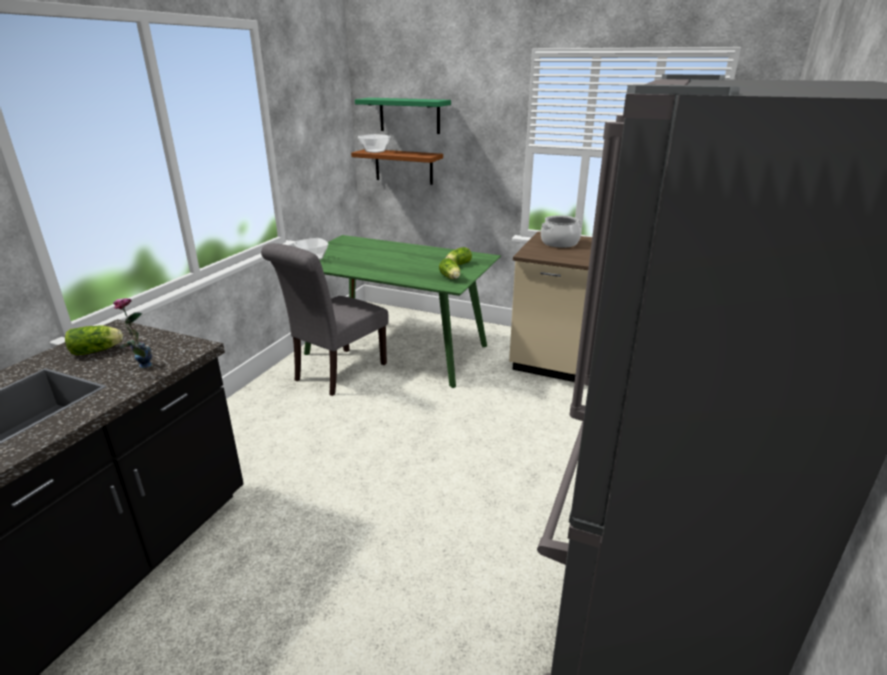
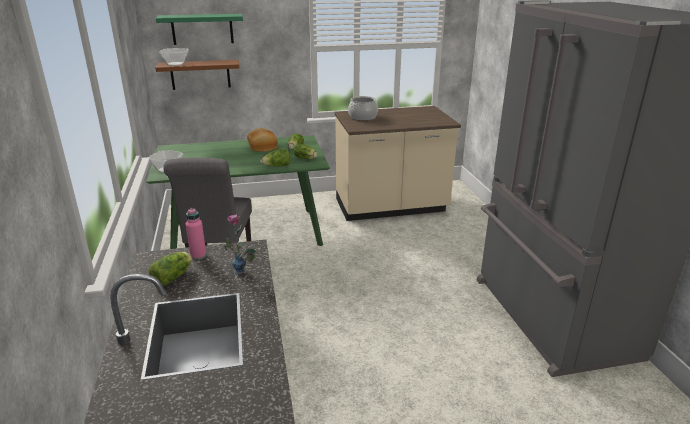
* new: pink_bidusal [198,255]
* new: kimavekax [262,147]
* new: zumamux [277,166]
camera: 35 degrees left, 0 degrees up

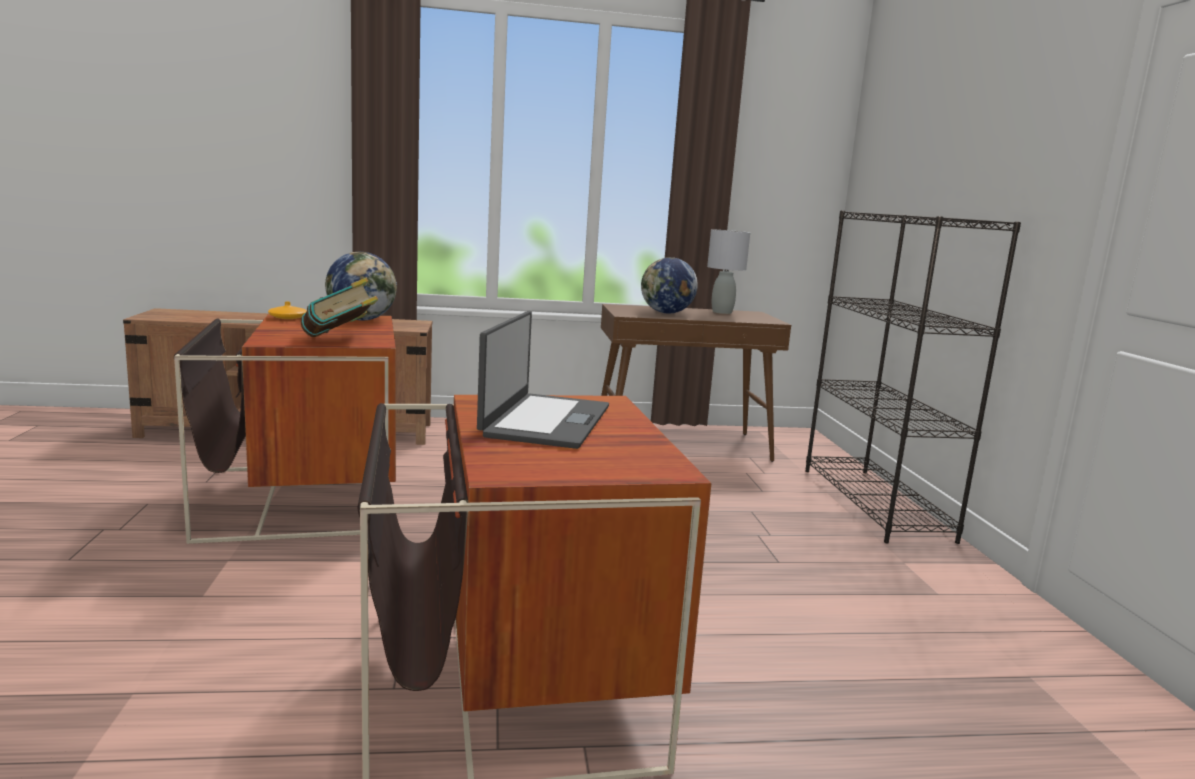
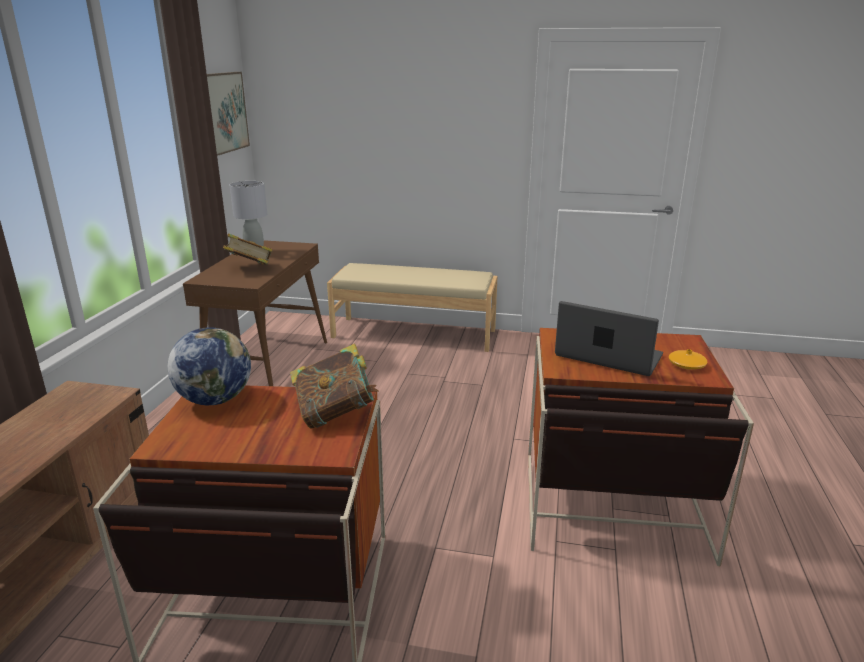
* new: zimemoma [223,112]
* shifted: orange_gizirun [288,318] to [686,365]
* swapped: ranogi [666,313] to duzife [250,269]
* swapped: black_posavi [875,504] to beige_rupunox [414,333]
camera: 70 degrees left, 10 degrees up

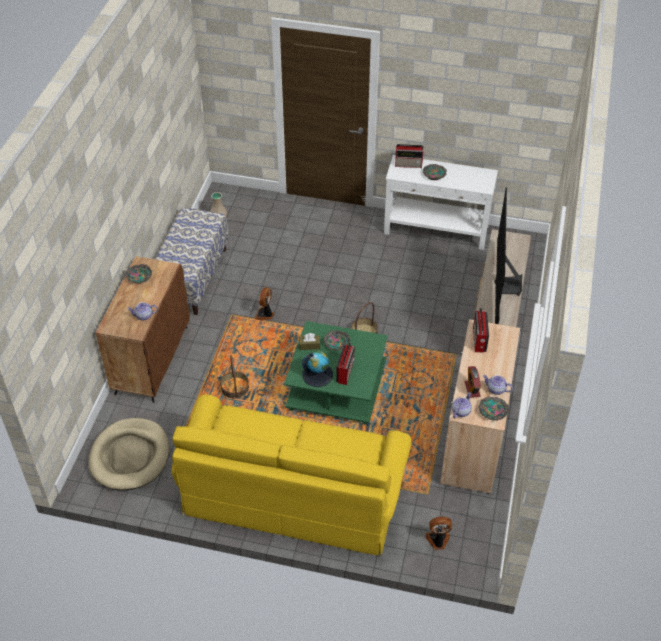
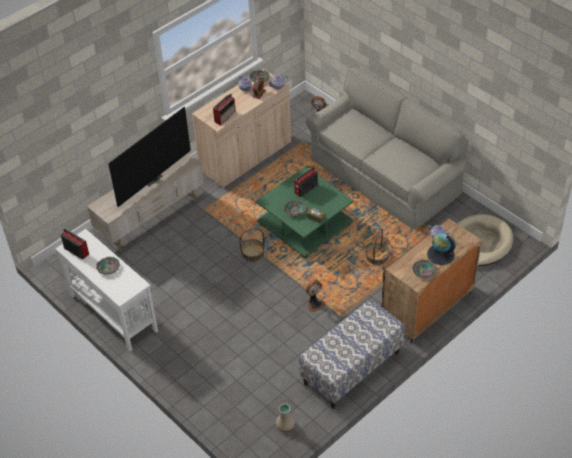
* shifted: ranogi [317,374] to [440,254]
* shifted: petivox [409,164] to [76,250]
* repainted: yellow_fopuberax [292,493] to grey_fopuberax [384,175]
camera: 145 degrees left, 0 degrees up

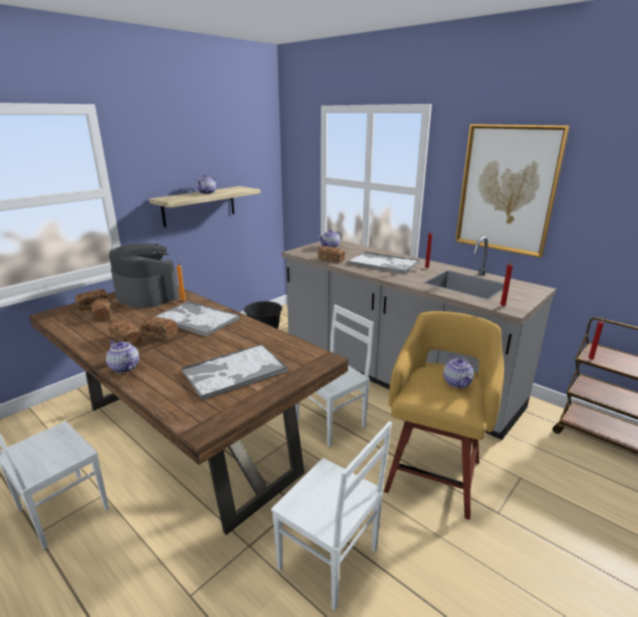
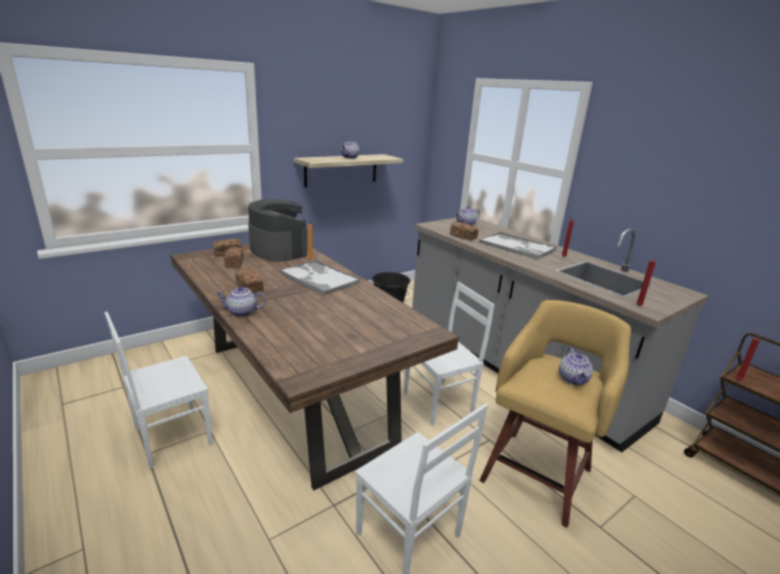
* gone: kimavekax [160,334]
* gone: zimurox [234,372]
* gone: zimemoma [507,189]
* rotated: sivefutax [124,367] = [241,312] 60 degrees counterclockwise
camera: 10 degrees right, 0 degrees up

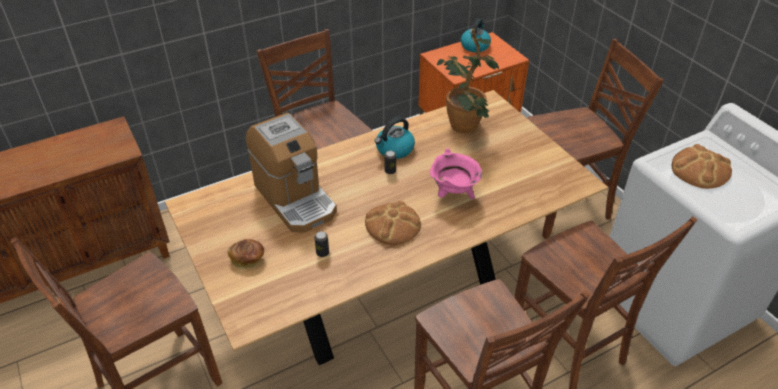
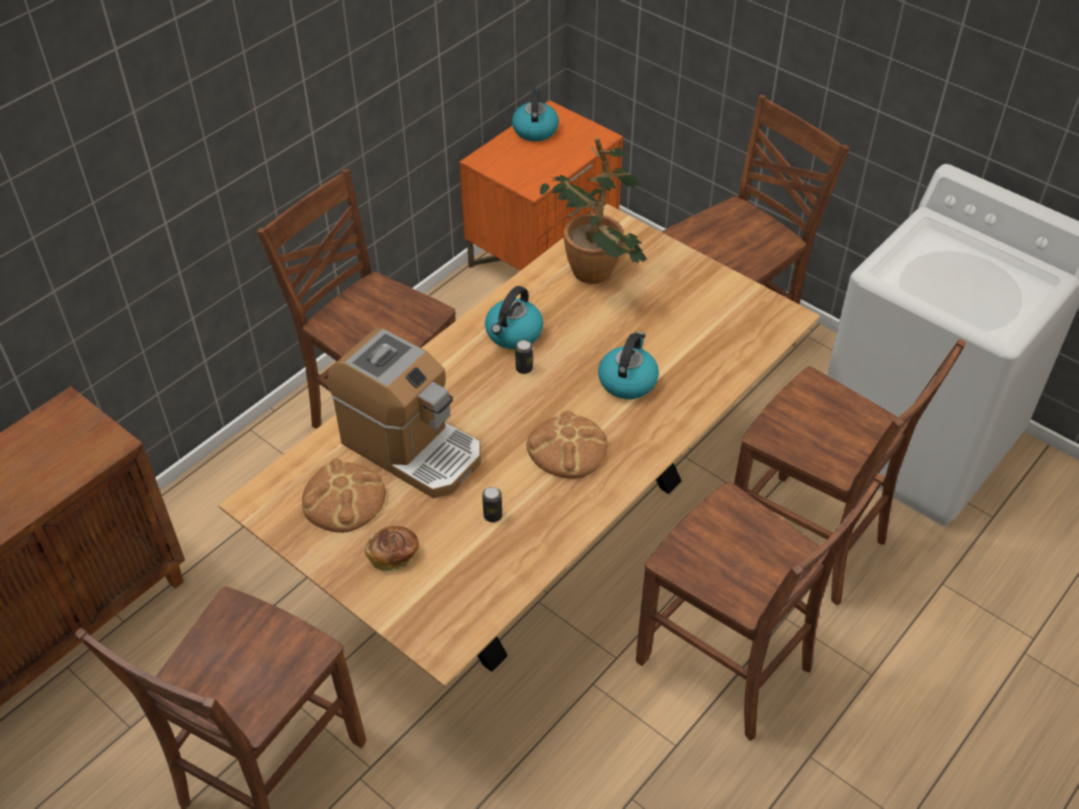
* shifted: kimavekax [700,170] to [343,499]
* swapped: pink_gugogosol [453,194] to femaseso [627,380]
camera: 20 degrees left, 5 degrees up

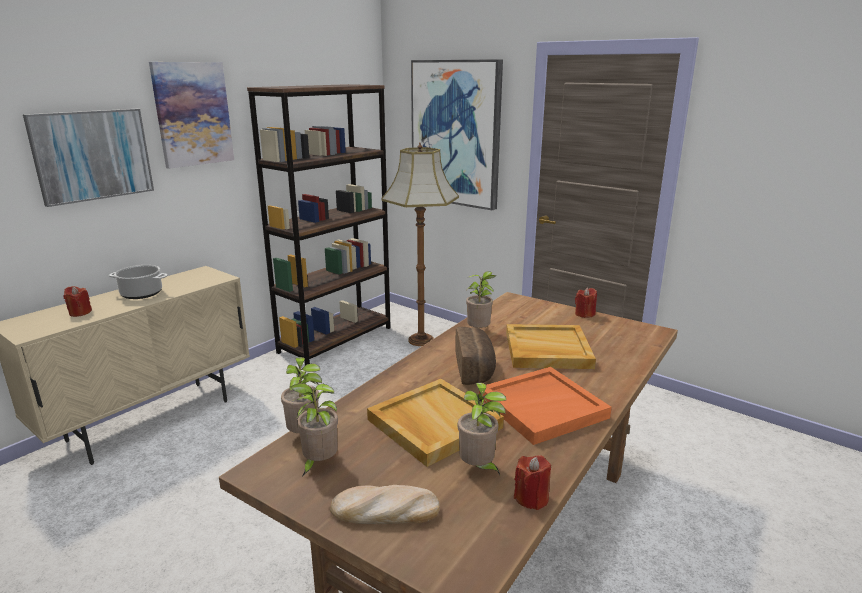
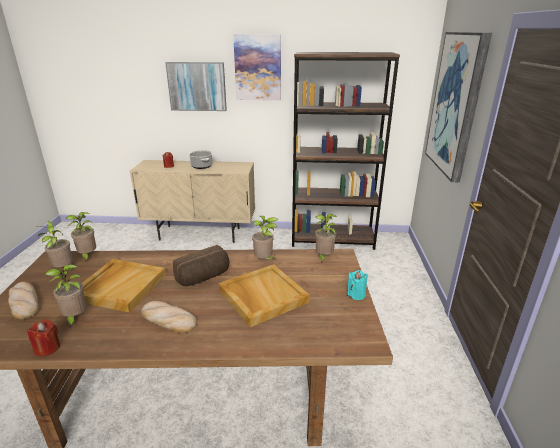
* gone: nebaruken [421,341]
* new: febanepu [323,257]
* swapped: orange_zimurox [542,407] to kimavekax [168,319]
* repainted: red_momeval [584,314] to turquoise_momeval [356,294]
camera: 55 degrees right, 5 degrees up

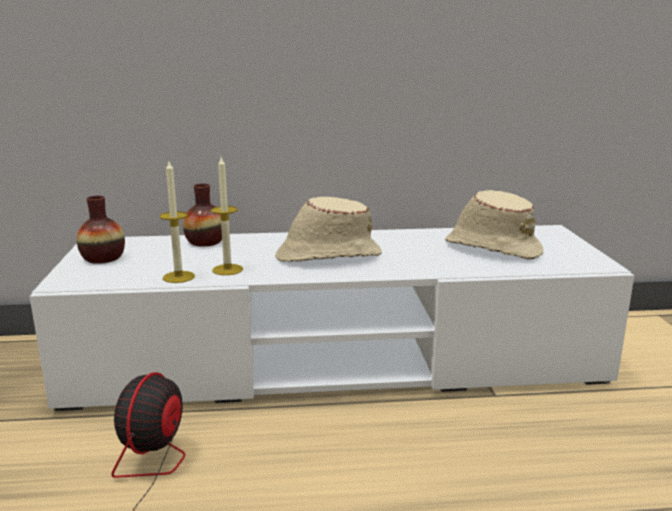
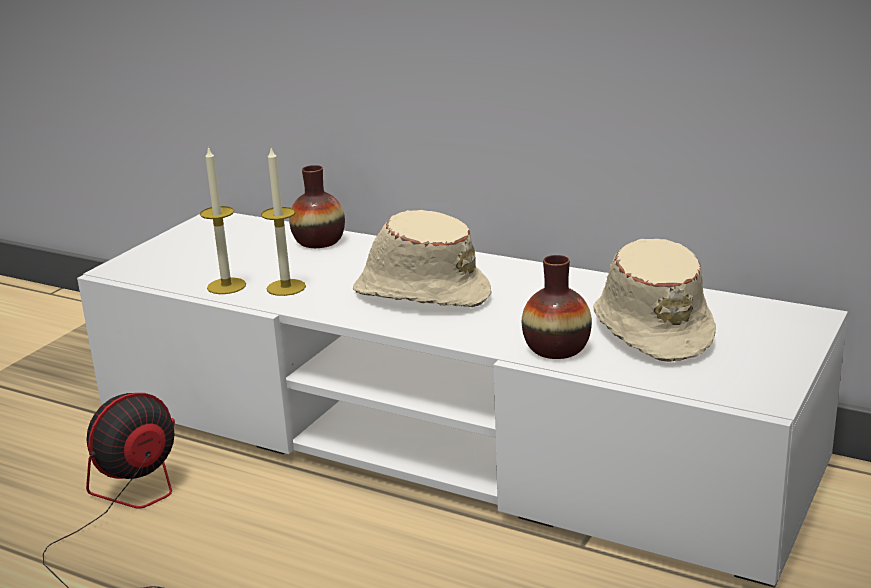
* shifted: gizirun [103,258] to [556,348]
camera: 35 degrees right, 5 degrees up

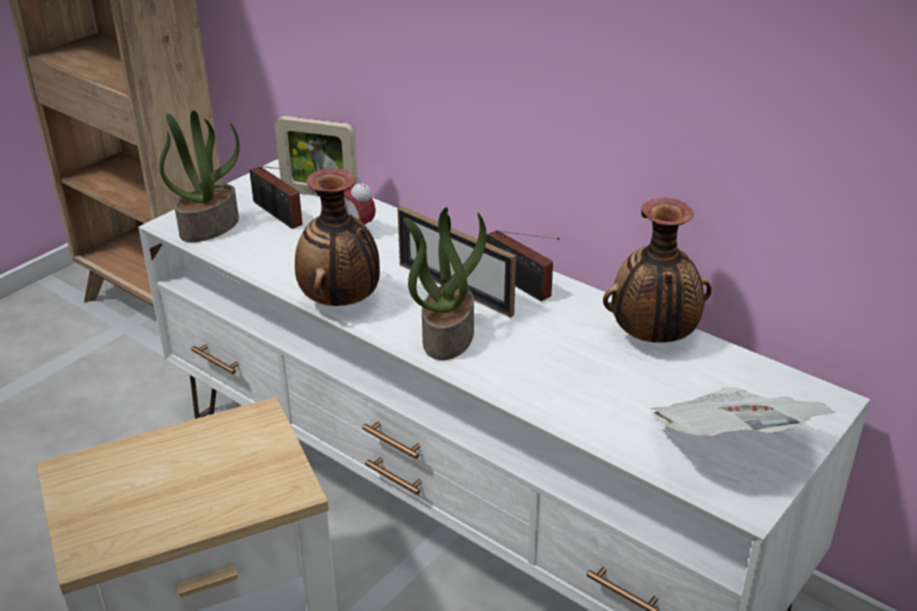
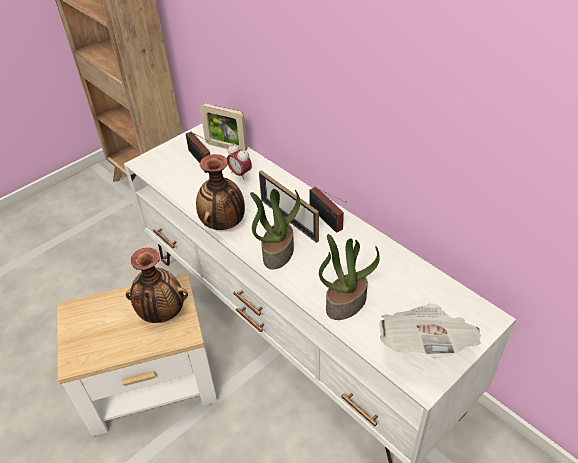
* shifted: febanepu [209,226] to [346,303]
* shifted: gizirun [653,337] to [161,313]
camera: 10 degrees right, 10 degrees up

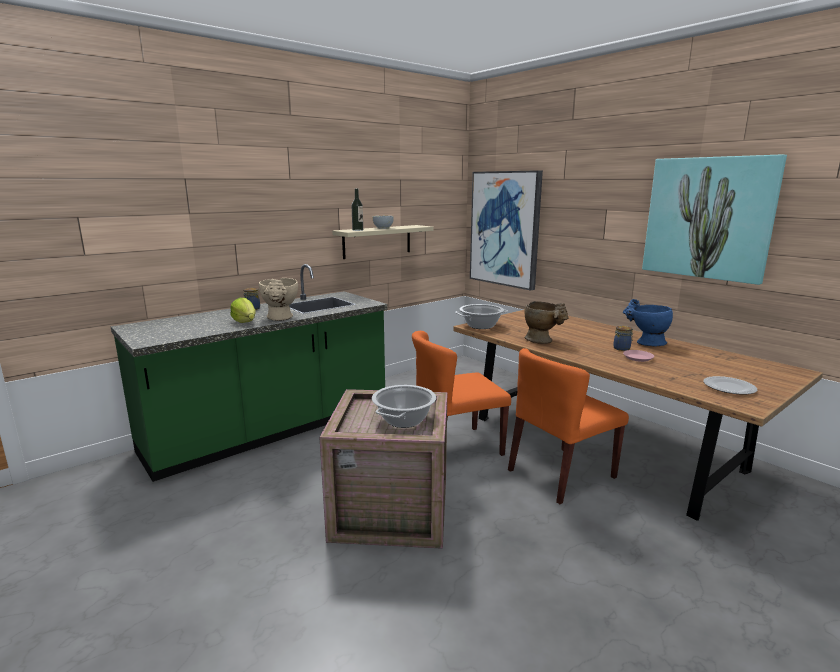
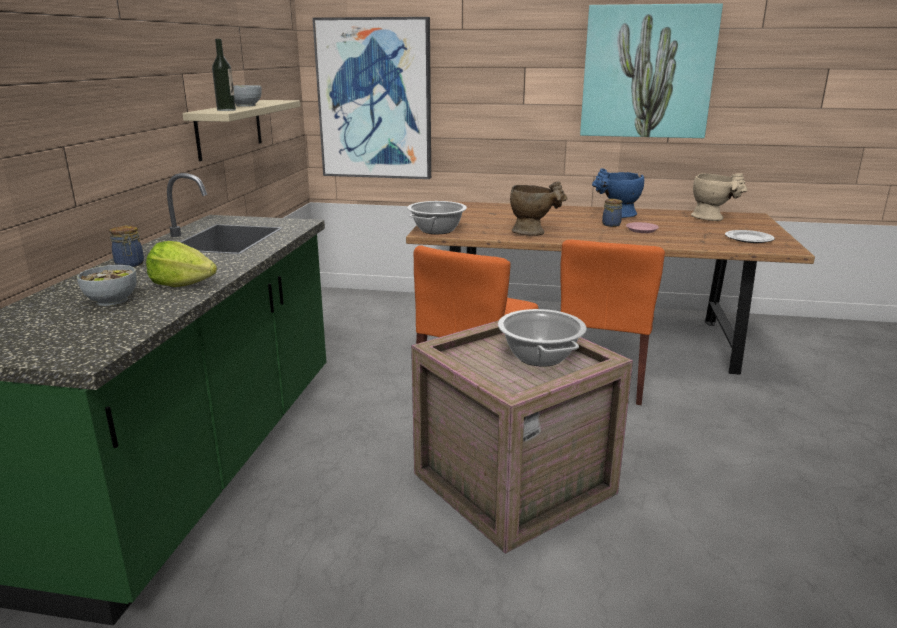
* new: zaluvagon [112,300]
* shifted: beige_gizirun [280,318] to [713,218]
camera: 40 degrees left, 5 degrees up

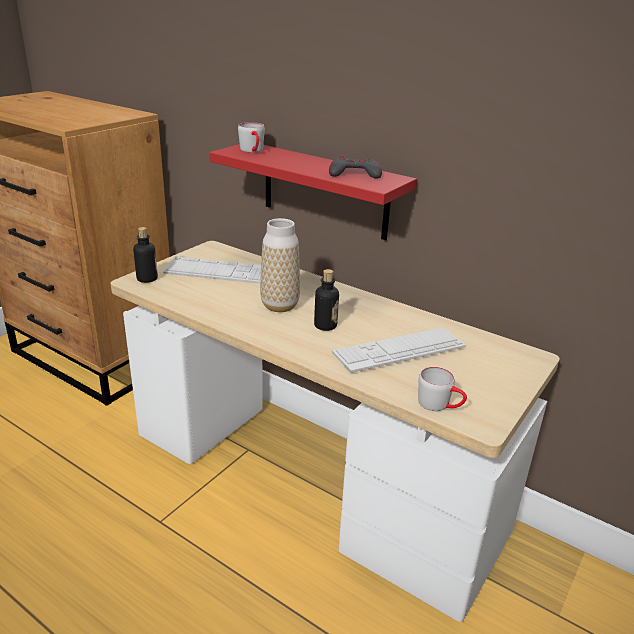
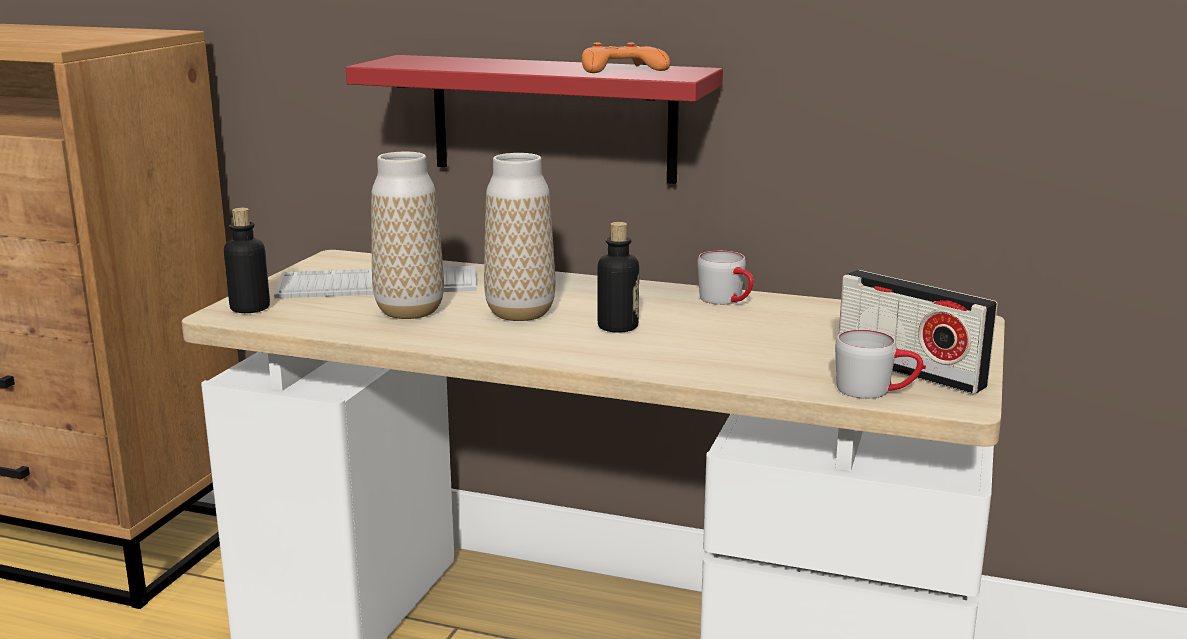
* gone: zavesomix [399,350]
* new: gizirun [409,311]
* new: petivox [910,371]
* shifted: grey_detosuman [253,151] to [727,301]
* repainted: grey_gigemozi [354,174] to orange_gigemozi [621,69]
camera: 15 degrees left, 10 degrees down

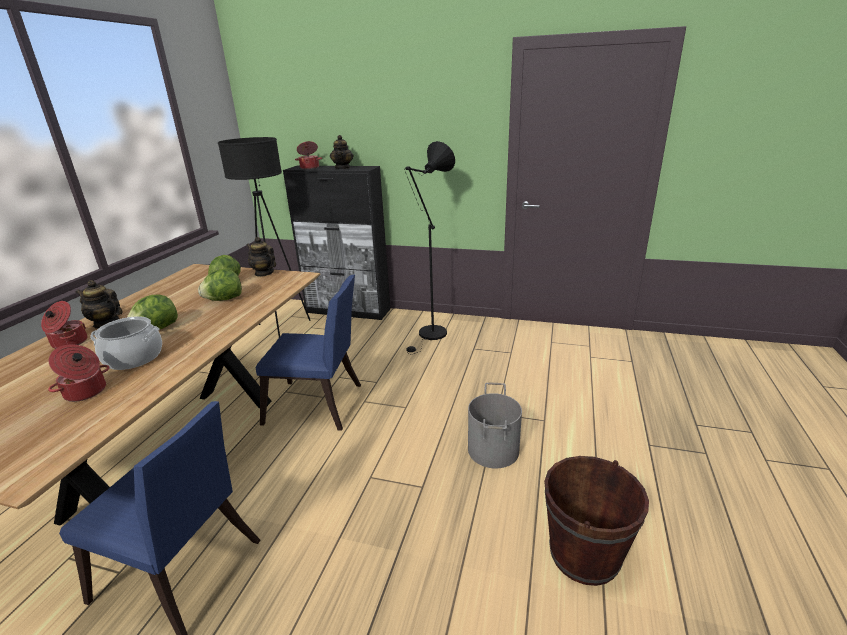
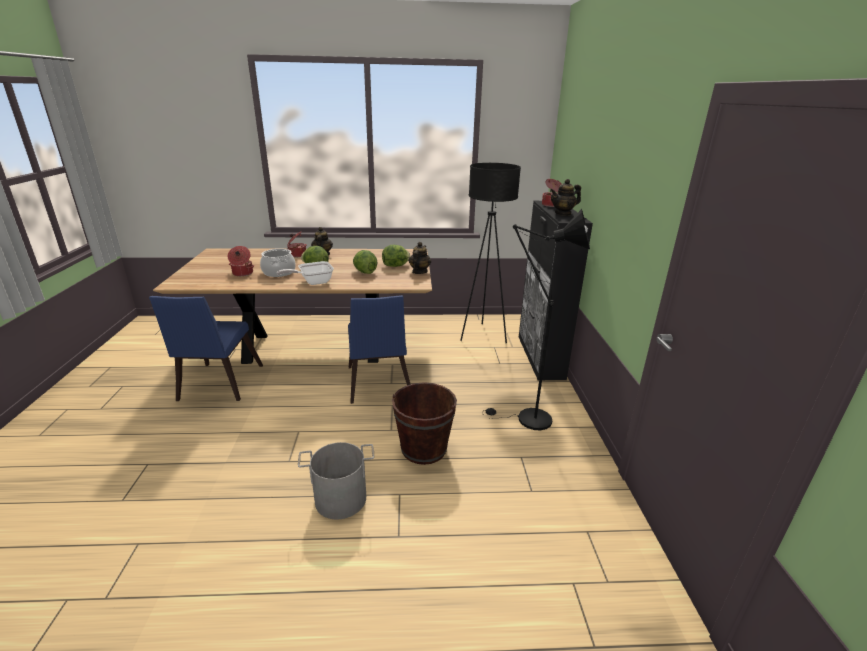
* new: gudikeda [313,282]
* shifted: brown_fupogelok [584,554] to [423,448]
camera: 70 degrees right, 0 degrees up

